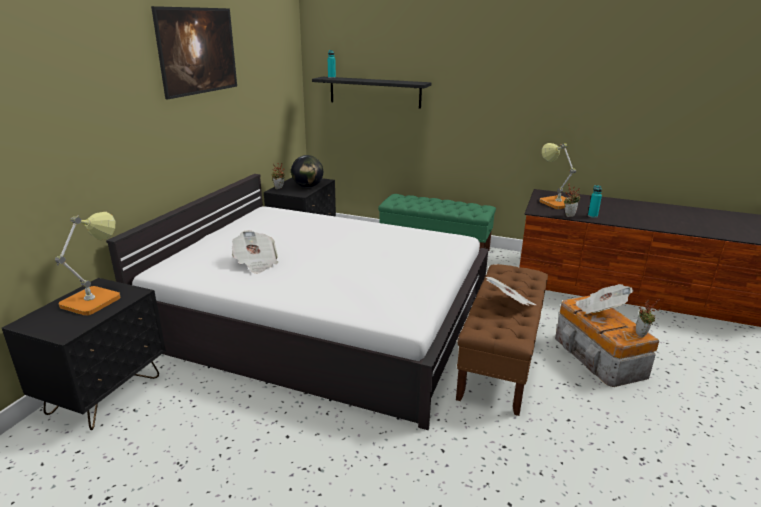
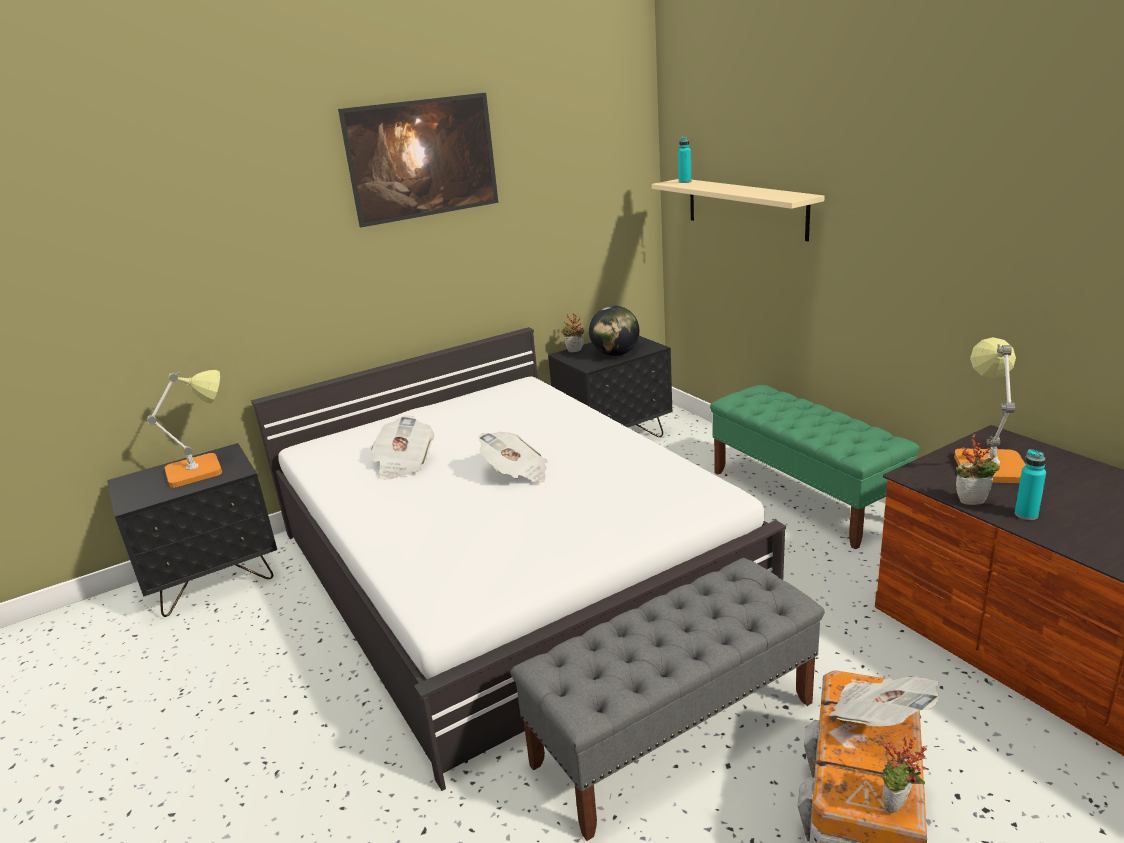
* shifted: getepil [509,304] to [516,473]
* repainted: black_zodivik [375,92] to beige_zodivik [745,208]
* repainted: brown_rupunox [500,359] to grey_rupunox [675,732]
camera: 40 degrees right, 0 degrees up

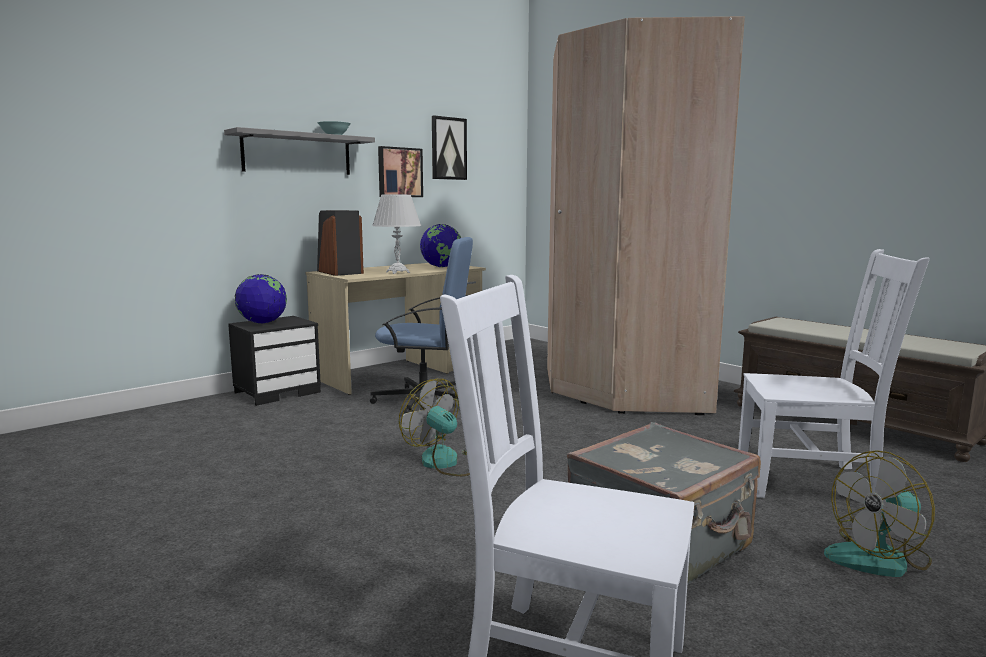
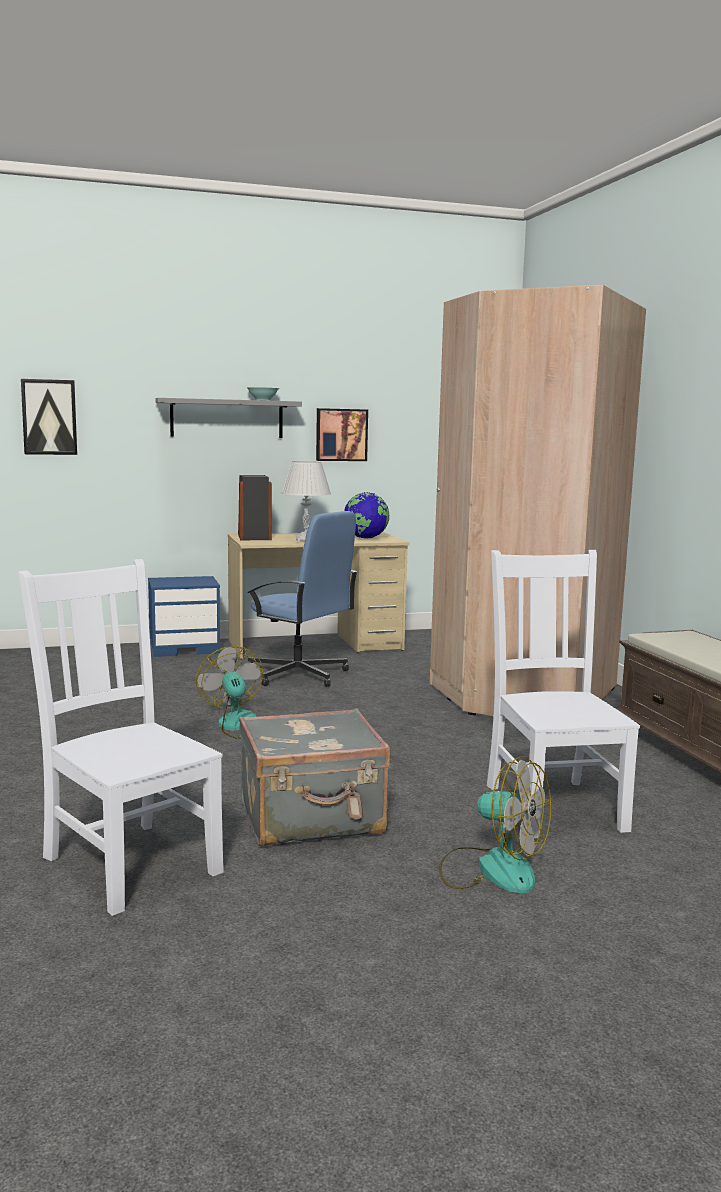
* gone: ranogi [262,323]
* shifted: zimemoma [448,148] to [49,417]
* repainted: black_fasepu [278,392] to blue_fasepu [185,648]
* rotated: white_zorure [811,481] = [553,805] 135 degrees counterclockwise
* rotated: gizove [879,558] = [492,869] 150 degrees counterclockwise
camera: 25 degrees right, 0 degrees up

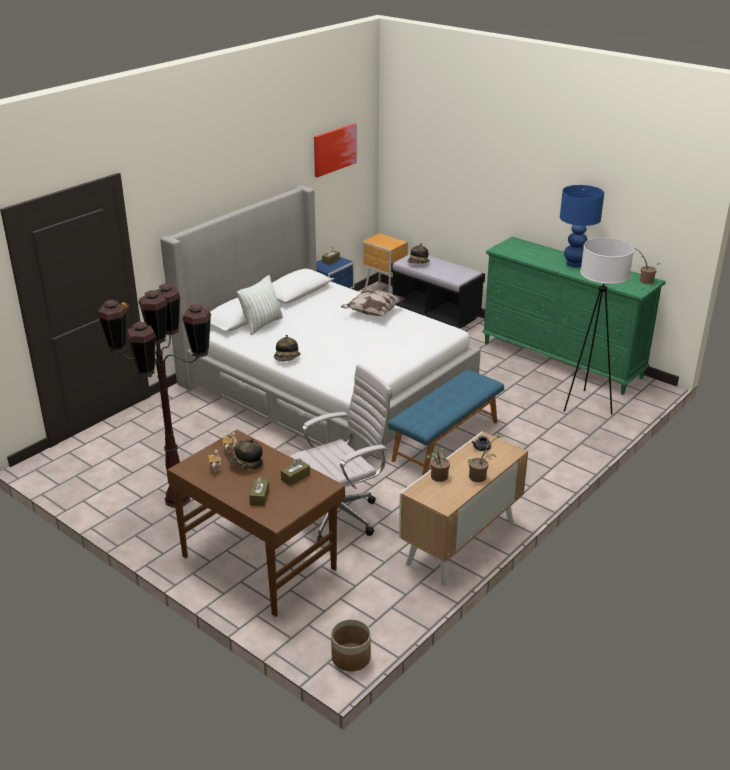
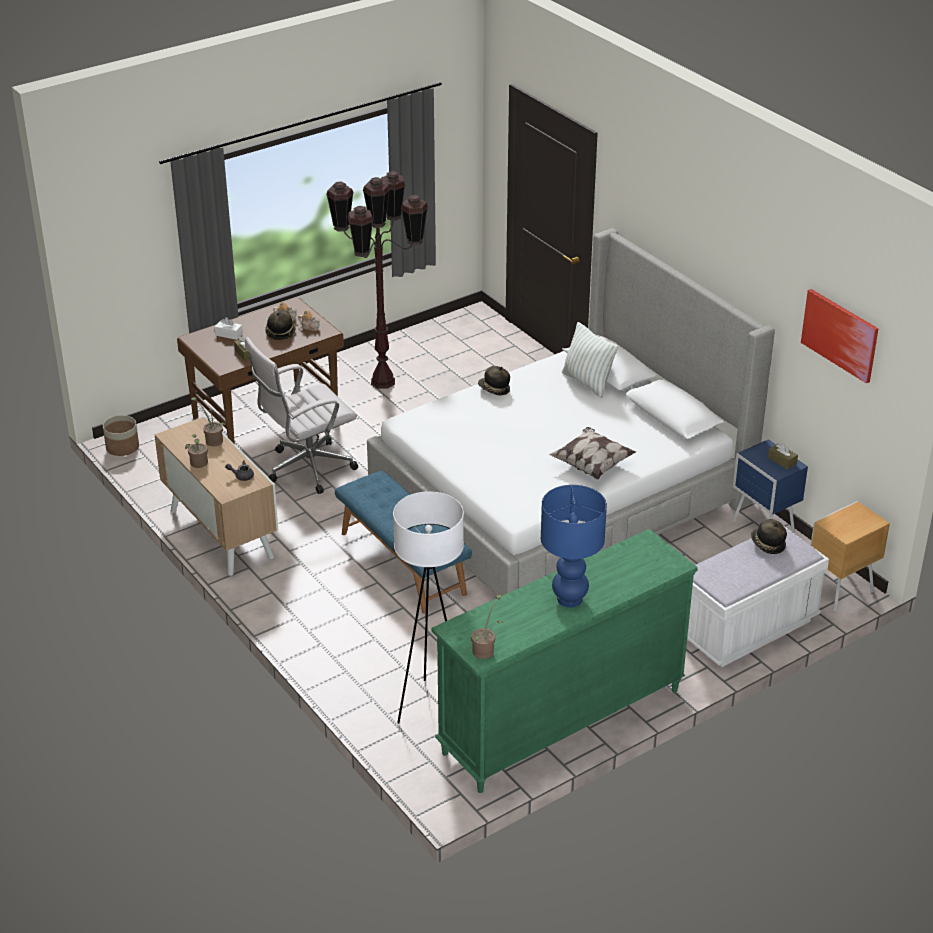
* repainted: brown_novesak [259,497] to white_novesak [229,334]
* repainted: black_rupunox [435,314] to white_rupunox [747,628]
* rotated: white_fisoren [341,515] = [306,469] 75 degrees clockwise
camera: 105 degrees right, 5 degrees up

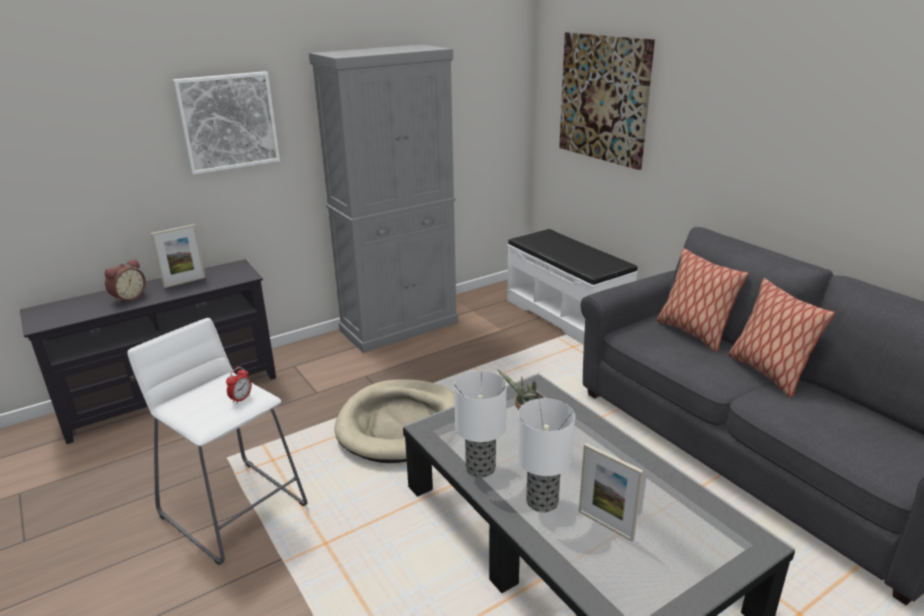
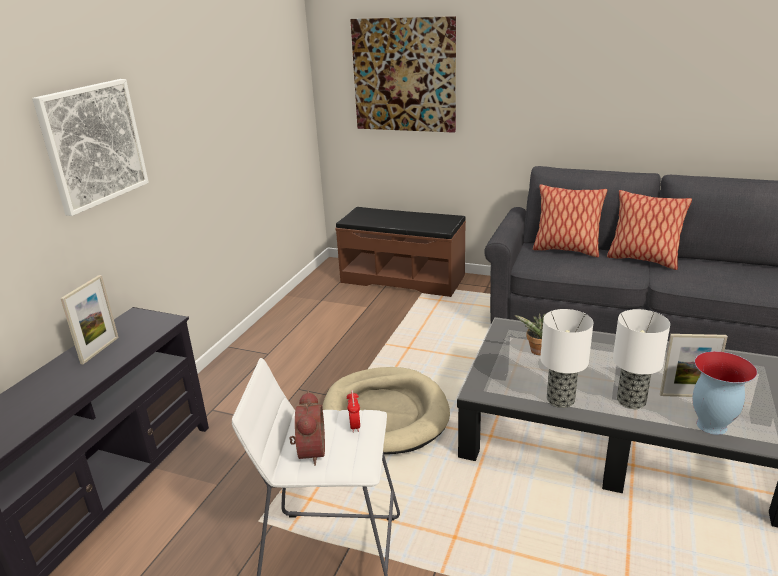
* gone: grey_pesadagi [400,326]
* new: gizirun [710,425]
* shifted: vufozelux [128,297] to [309,451]
* repainted: white_rupunox [566,315] to brown_rupunox [403,278]
camera: 35 degrees left, 0 degrees up

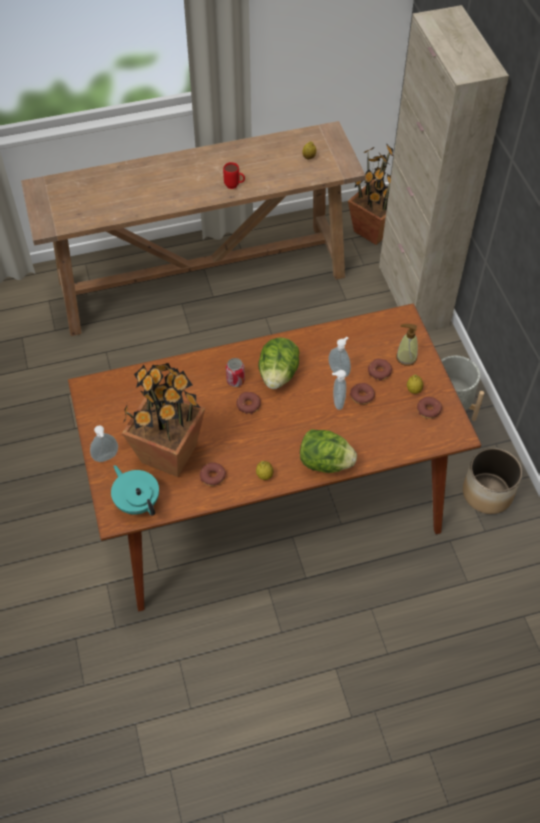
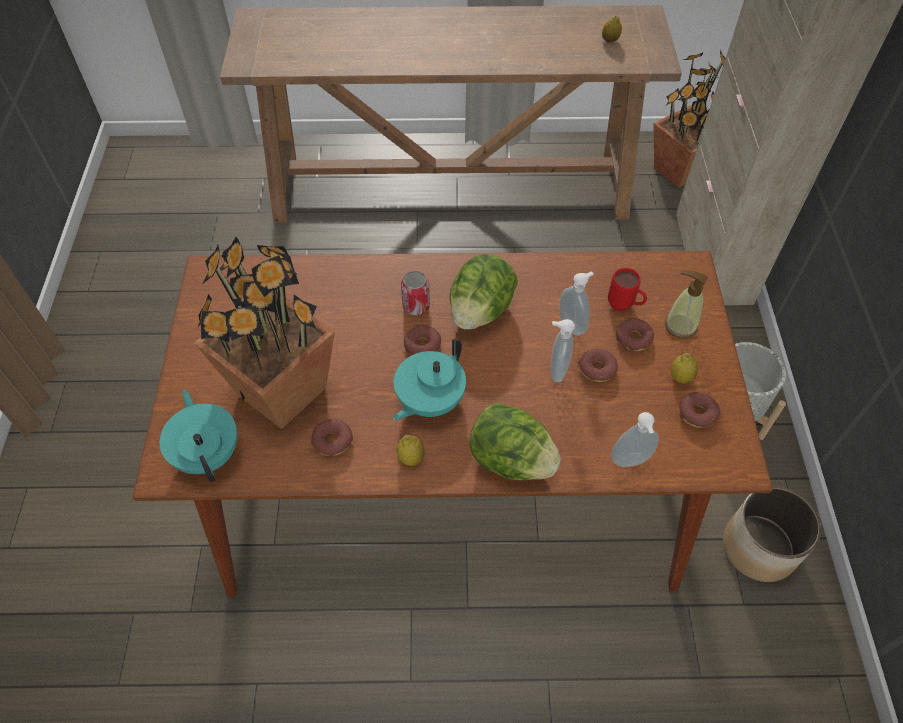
* new: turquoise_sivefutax [429,401]
* shifted: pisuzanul [106,458] to [630,462]
* shifted: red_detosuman [234,186] to [624,307]
camera: 15 degrees right, 0 degrees up

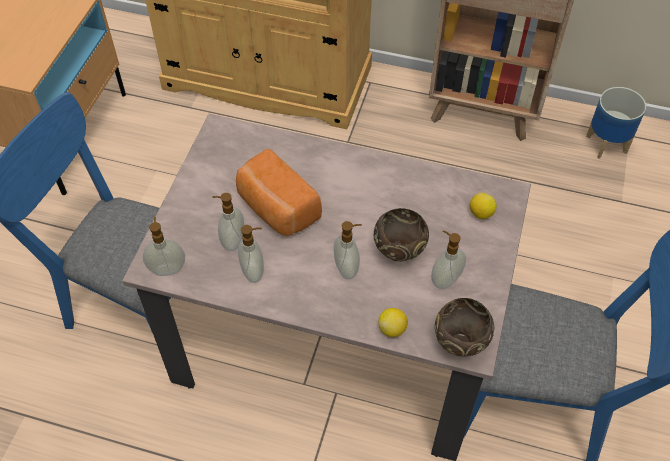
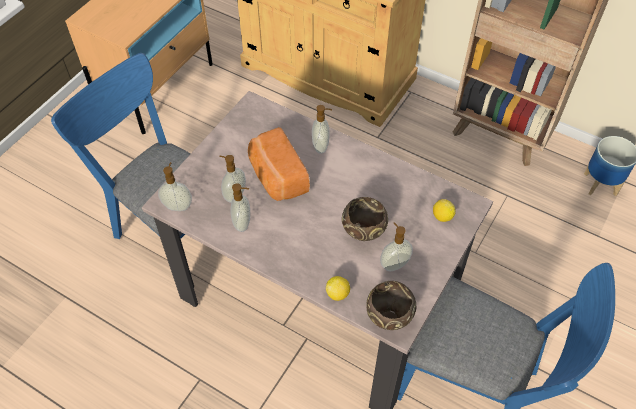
* shifted: pisuzanul [347,268] to [321,146]
camera: 15 degrees right, 0 degrees up

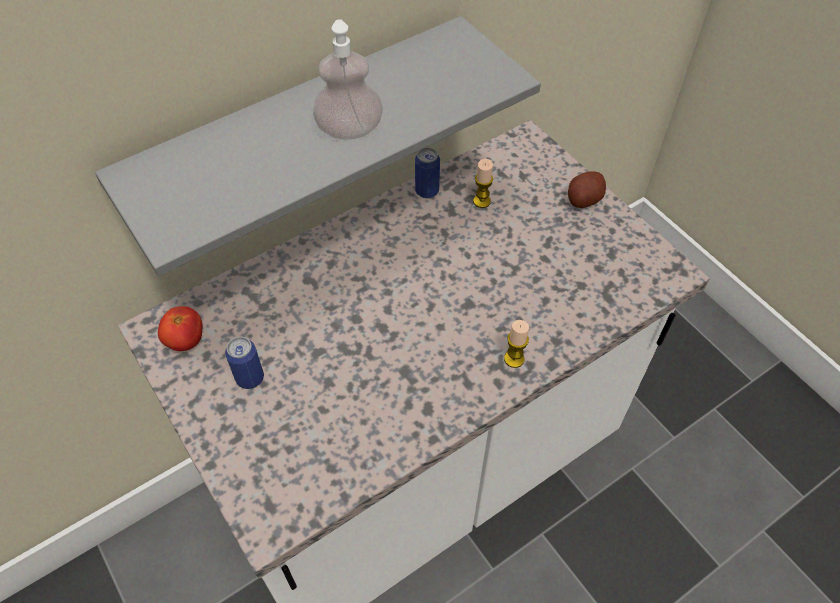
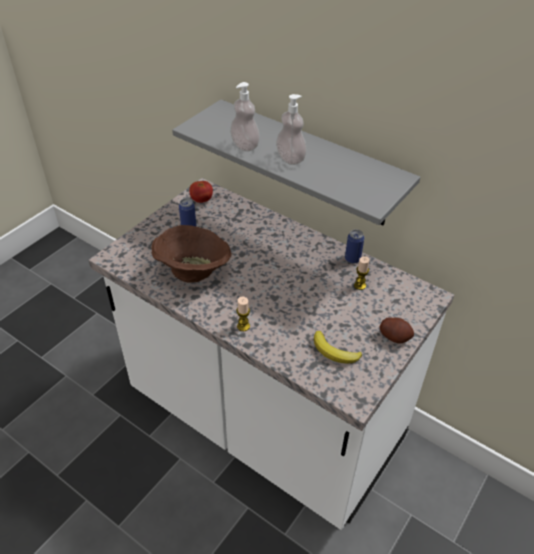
* new: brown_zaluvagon [194,271]
* new: pisuzanul [245,145]
* new: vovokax [335,352]
camera: 70 degrees right, 10 degrees down

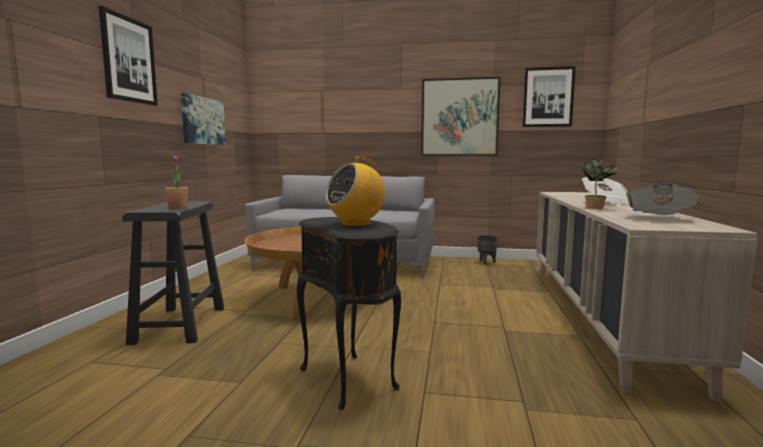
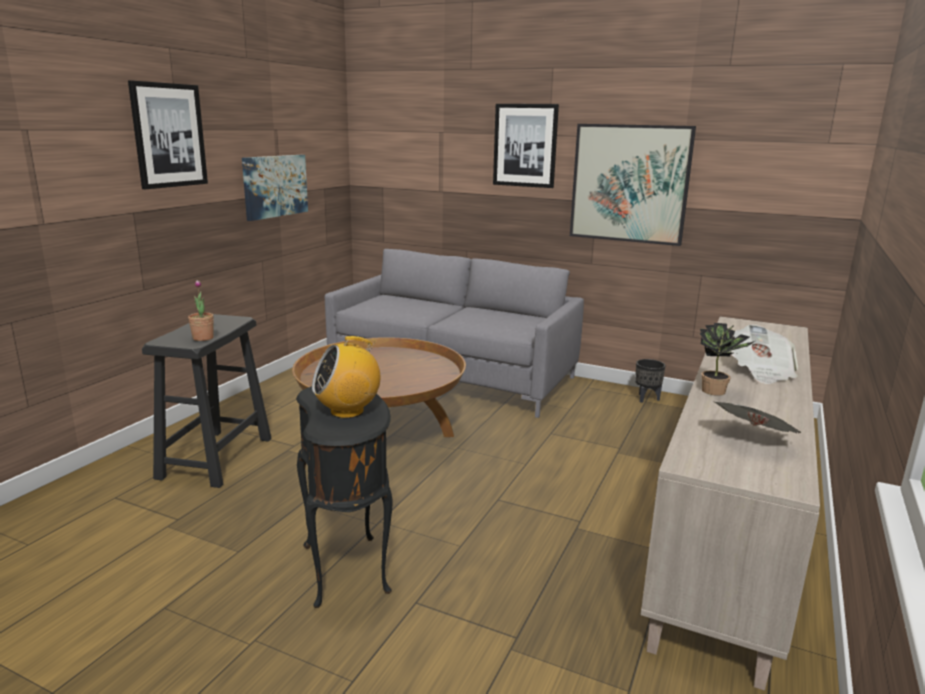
* shifted: zimemoma [548,97] to [525,145]
camera: 15 degrees right, 10 degrees up

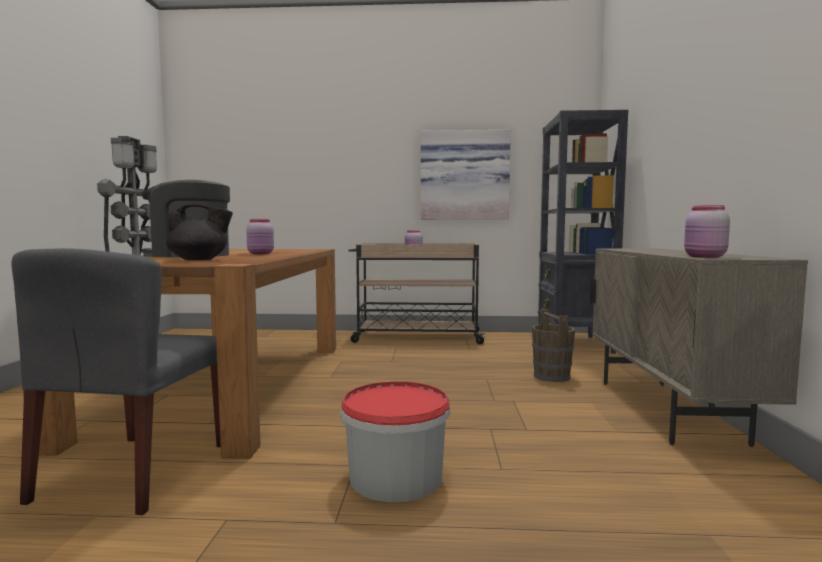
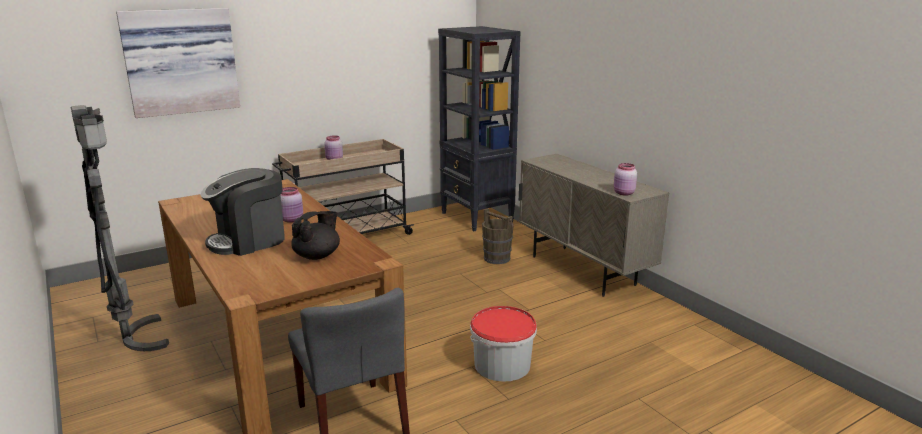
* shifted: zimemoma [464,175] to [180,61]
camera: 35 degrees left, 15 degrees up

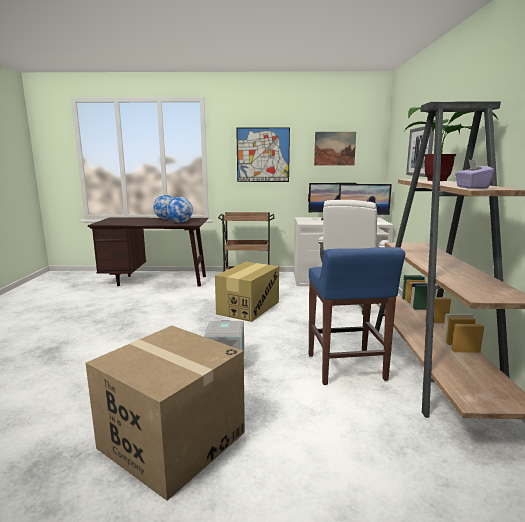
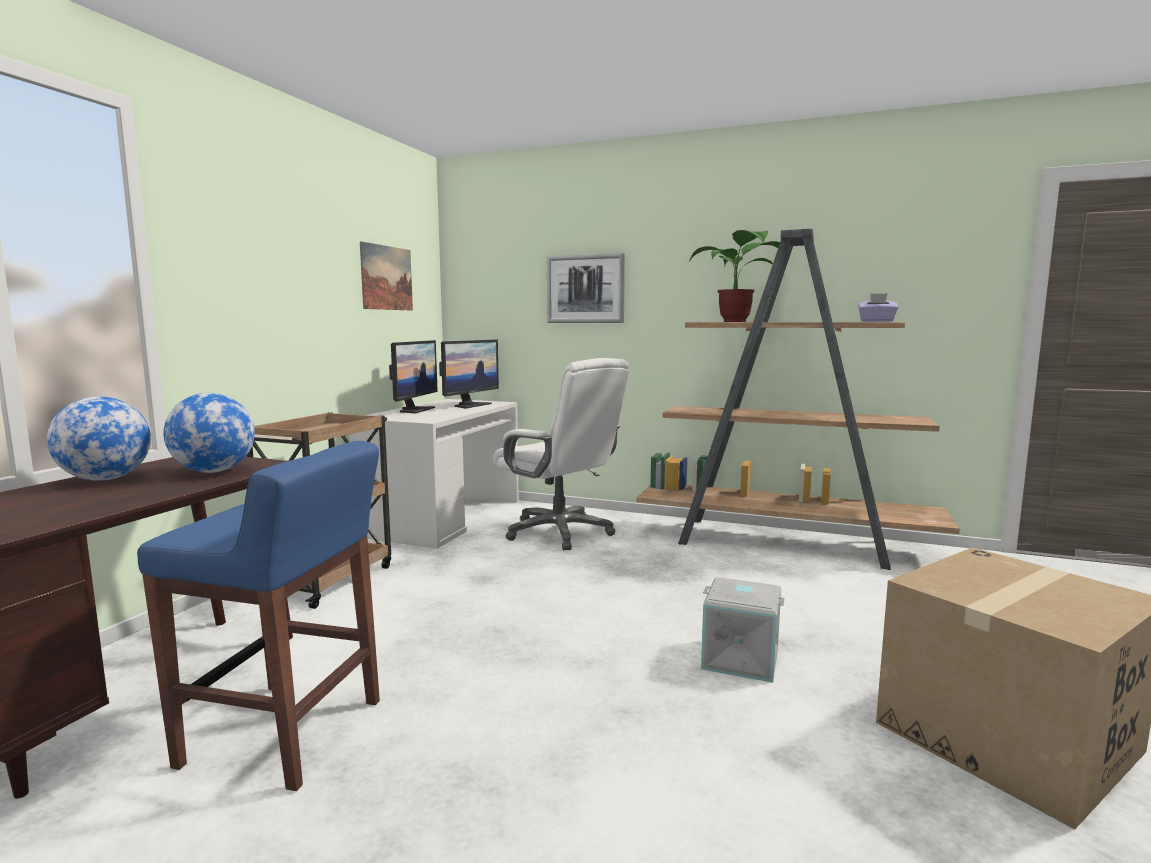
* gone: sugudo [248,308]
* gone: zimemoma [263,155]
* shifted: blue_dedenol [346,368] to [286,733]
camera: 70 degrees left, 5 degrees down

